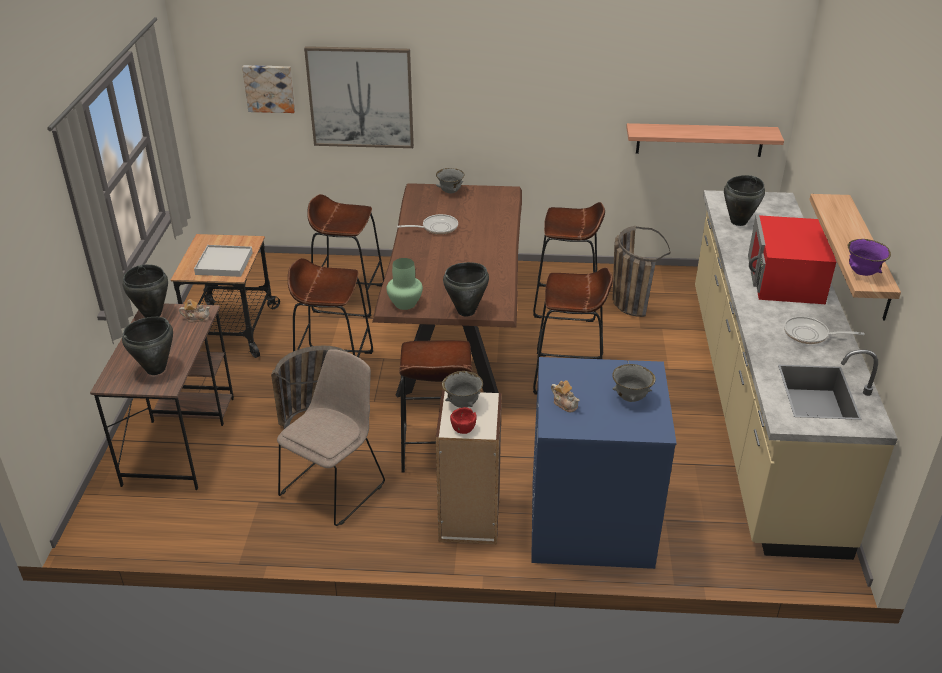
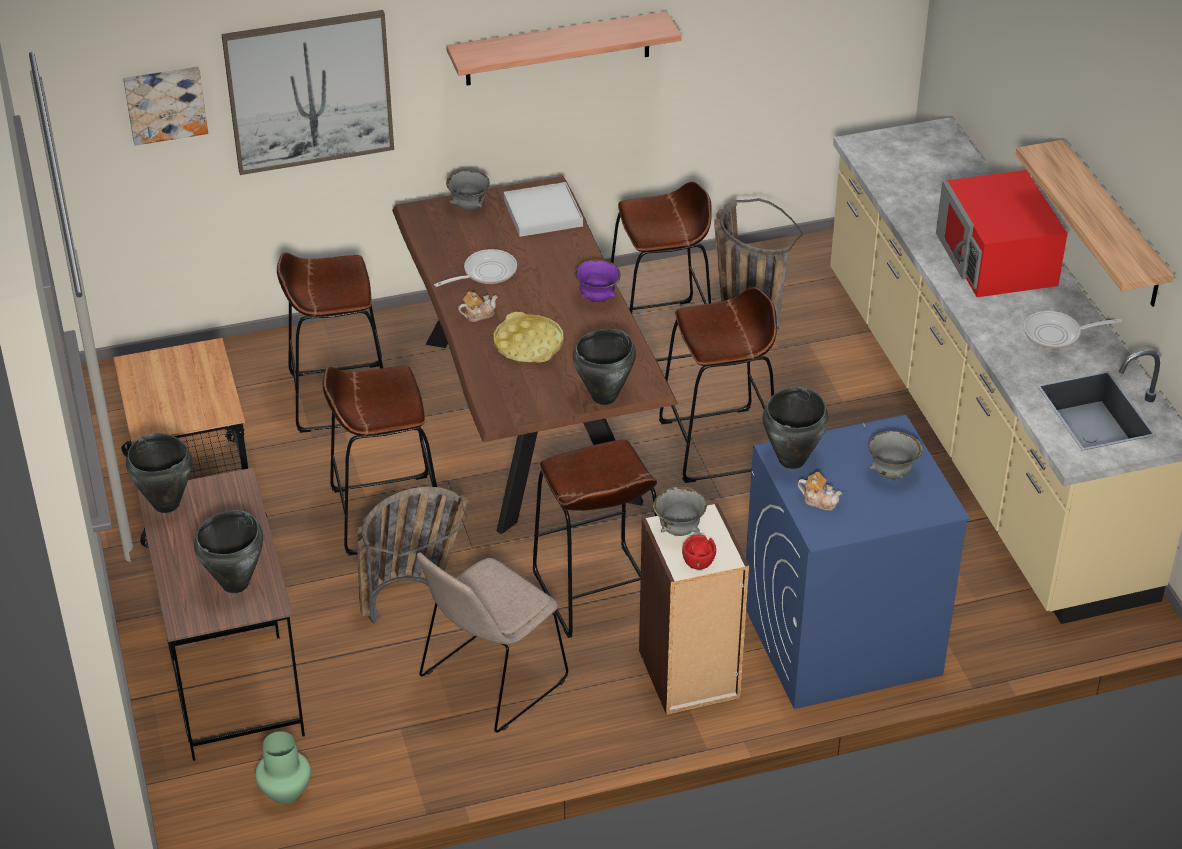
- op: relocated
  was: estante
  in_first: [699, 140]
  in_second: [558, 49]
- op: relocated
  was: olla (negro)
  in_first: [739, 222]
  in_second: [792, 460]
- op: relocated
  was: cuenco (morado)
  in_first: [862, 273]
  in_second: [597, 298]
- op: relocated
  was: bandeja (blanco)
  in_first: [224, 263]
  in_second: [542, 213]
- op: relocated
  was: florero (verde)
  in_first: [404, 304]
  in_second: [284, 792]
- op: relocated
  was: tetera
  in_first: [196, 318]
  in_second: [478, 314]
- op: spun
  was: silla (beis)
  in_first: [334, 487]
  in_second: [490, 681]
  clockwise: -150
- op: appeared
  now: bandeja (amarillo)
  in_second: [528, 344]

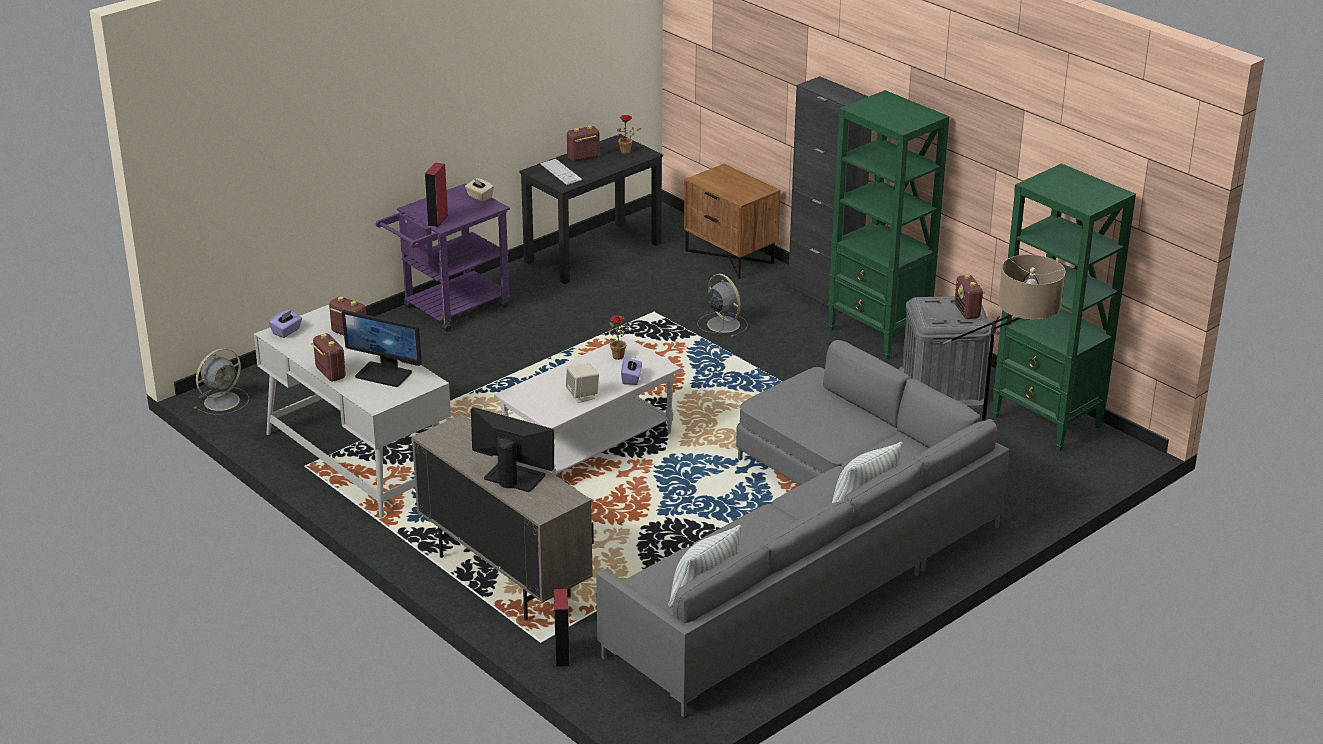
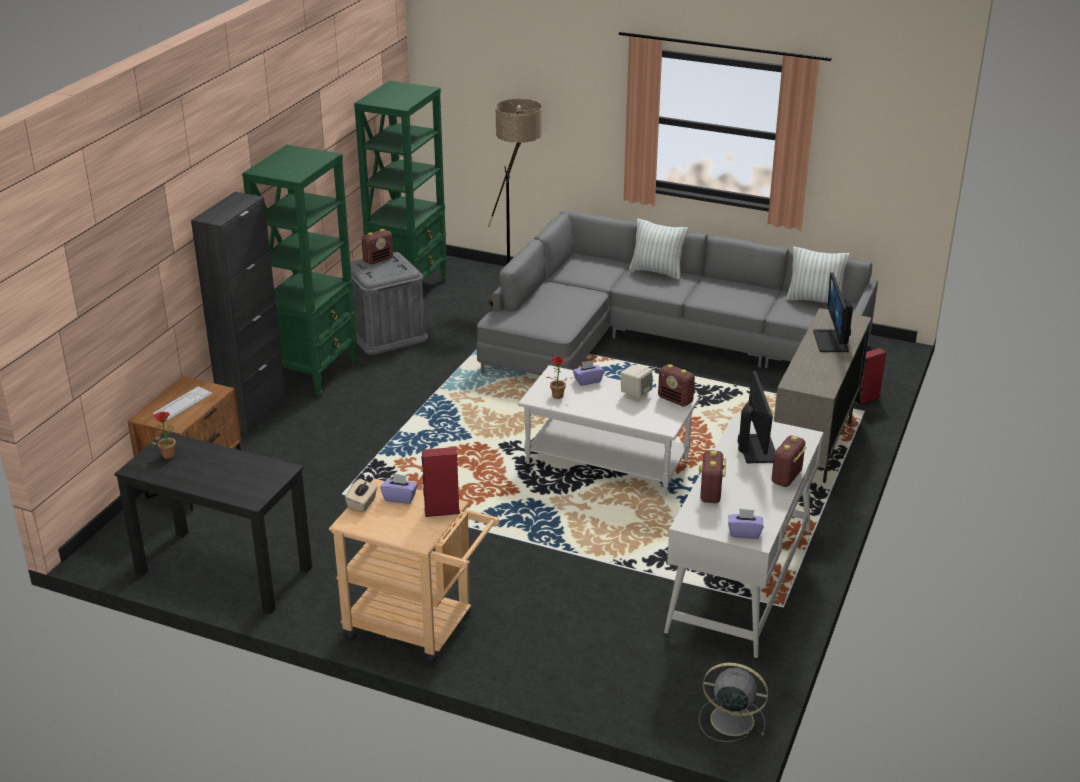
- op: relocated
  was: radio
  in_first: [583, 158]
  in_second: [675, 400]
- op: relocated
  was: teclado
  in_first: [561, 172]
  in_second: [183, 404]
- op: colour
  was: carrito (morado)
  now: carrito (beis)
  in_first: [449, 310]
  in_second: [419, 628]
- op: missing
  was: ventilador (gris)
  in_first: [722, 324]
- op: appeared
  now: caja de pañuelos (morado)
  in_second: [400, 497]

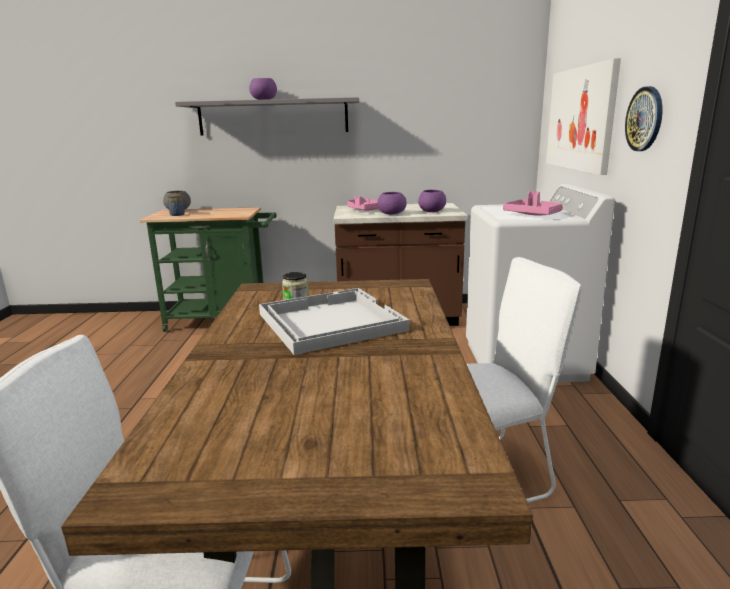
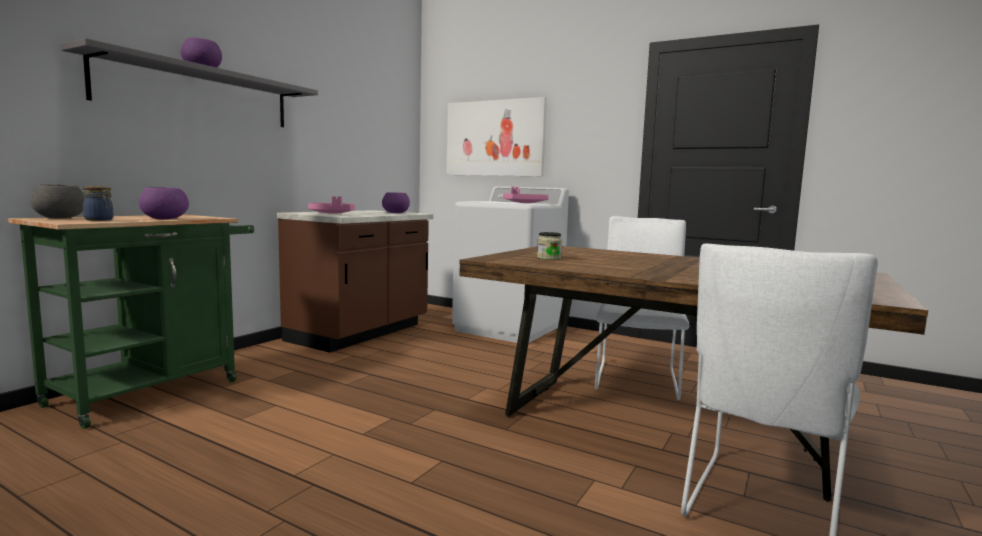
- op: missing
  was: reloj de pared
  in_first: [645, 119]
- op: relocated
  was: cuenco (morado)
  in_first: [391, 214]
  in_second: [164, 219]
- op: missing
  was: bandeja (blanco)
  in_first: [329, 322]

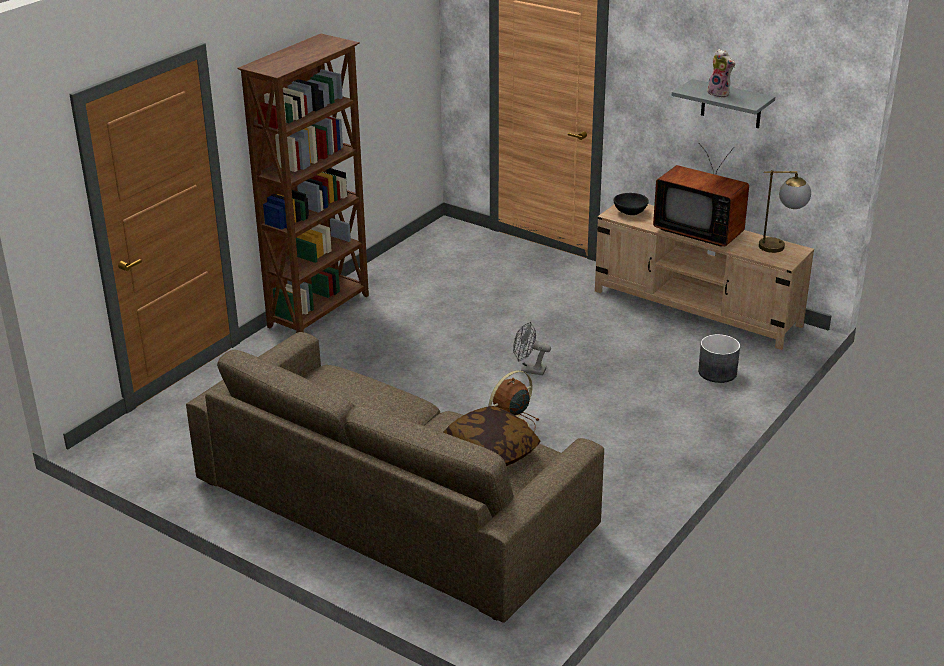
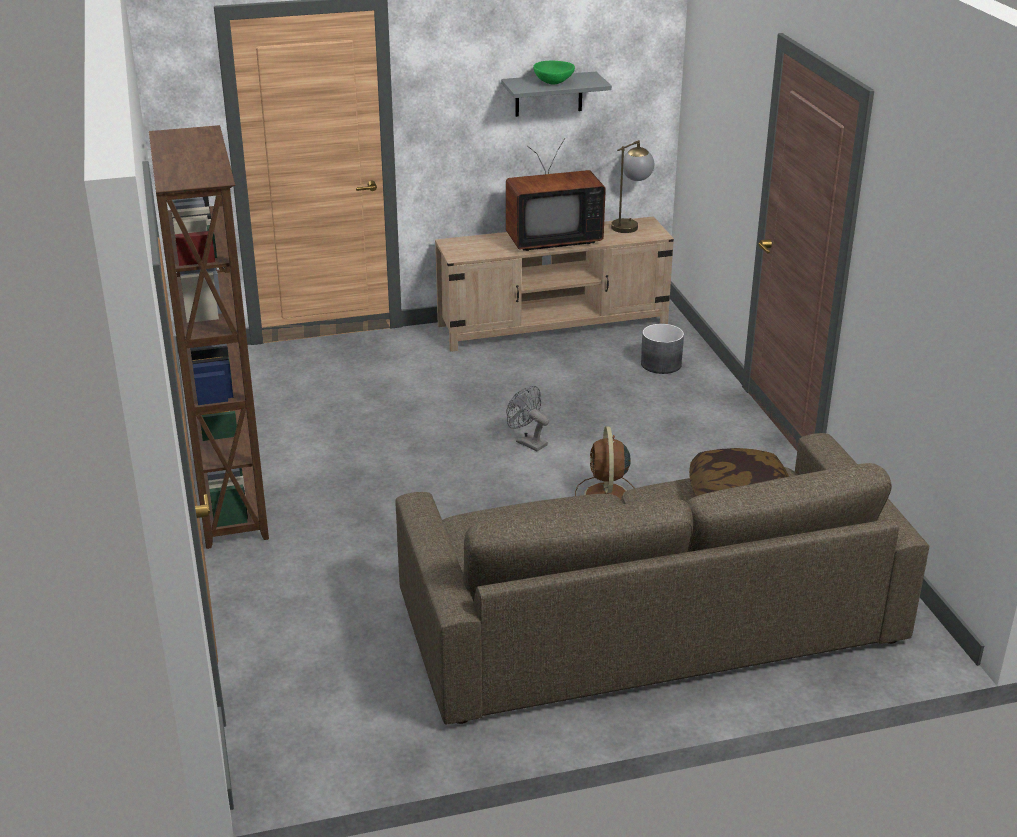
- op: exchanged
  was: peluche
  now: cuenco (verde)
  in_first: [720, 93]
  in_second: [553, 82]
- op: missing
  was: cuenco (negro)
  in_first: [630, 212]
- op: spun
  was: ventilador (gris)
  in_first: [528, 370]
  in_second: [527, 442]
  clockwise: 75

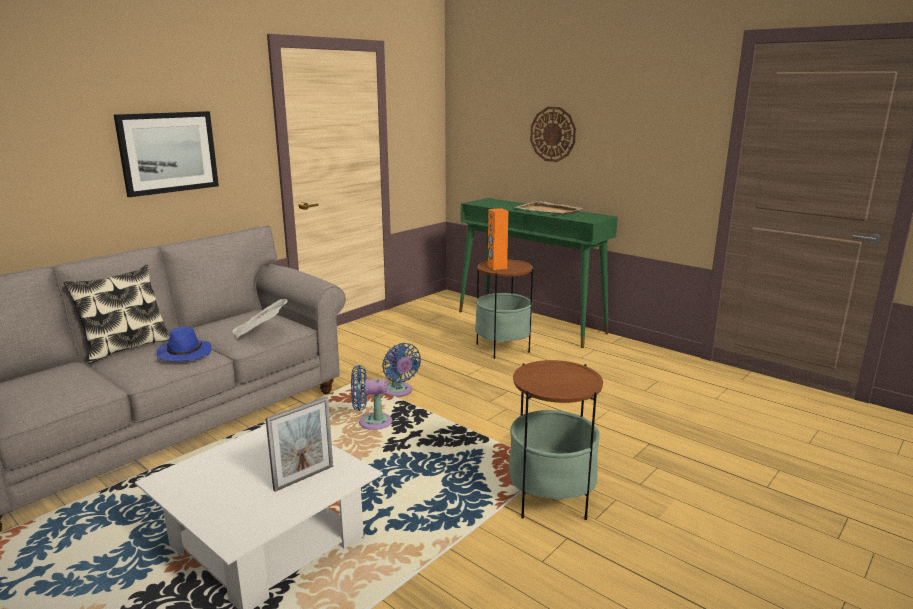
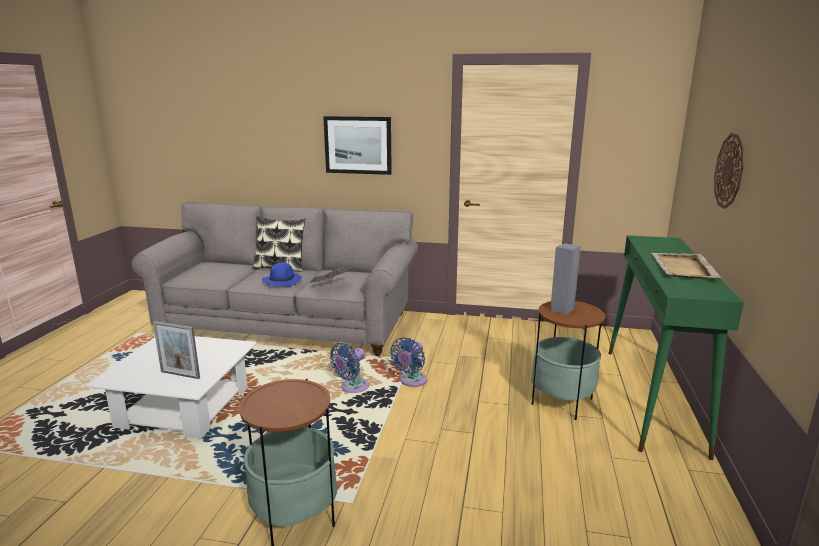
- op: colour
  was: altavoz (naranja)
  now: altavoz (gris)
  in_first: [496, 267]
  in_second: [561, 309]
- op: spun
  was: ventilador (azul)
  in_first: [371, 422]
  in_second: [352, 388]
  clockwise: -105

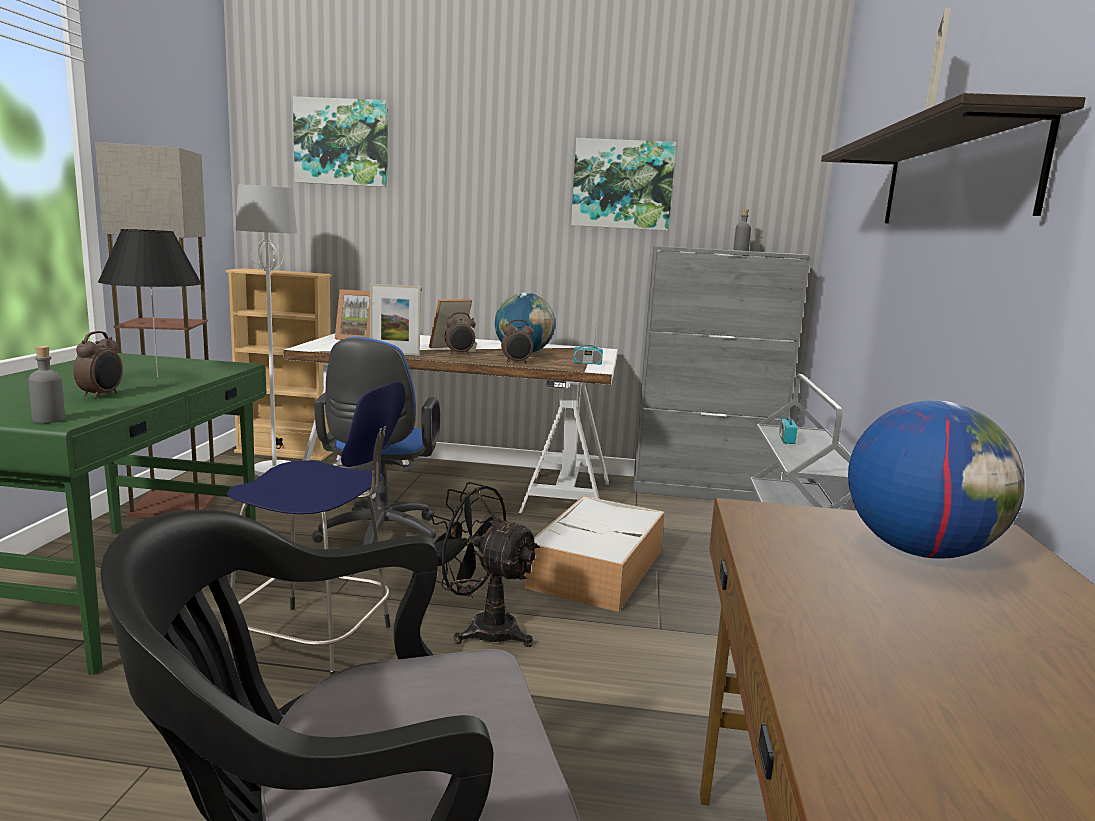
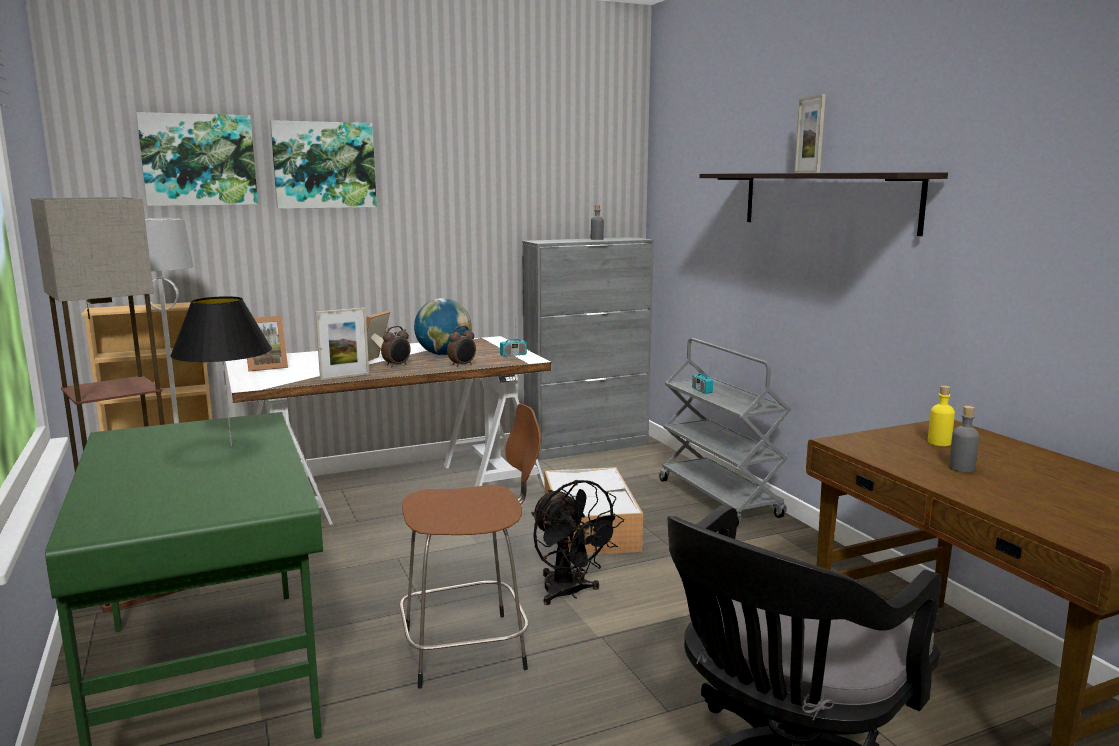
- op: relocated
  was: cuadro
  in_first: [622, 184]
  in_second: [324, 165]
- op: missing
  was: despertador
  in_first: [102, 395]
- op: missing
  was: silla de oficina (azul)
  in_first: [379, 539]
- op: relocated
  was: botella (gris)
  in_first: [49, 419]
  in_second: [961, 468]
- op: colour
  was: taburete (azul)
  now: taburete (marrón)
  in_first: [316, 646]
  in_second: [469, 648]
- op: exchanged
  was: globo terráqueo
  now: botella (amarillo)
  in_first: [919, 551]
  in_second: [939, 442]
- op: spun
  was: ventilador (negro)
  in_first: [481, 628]
  in_second: [569, 593]
  clockwise: -120

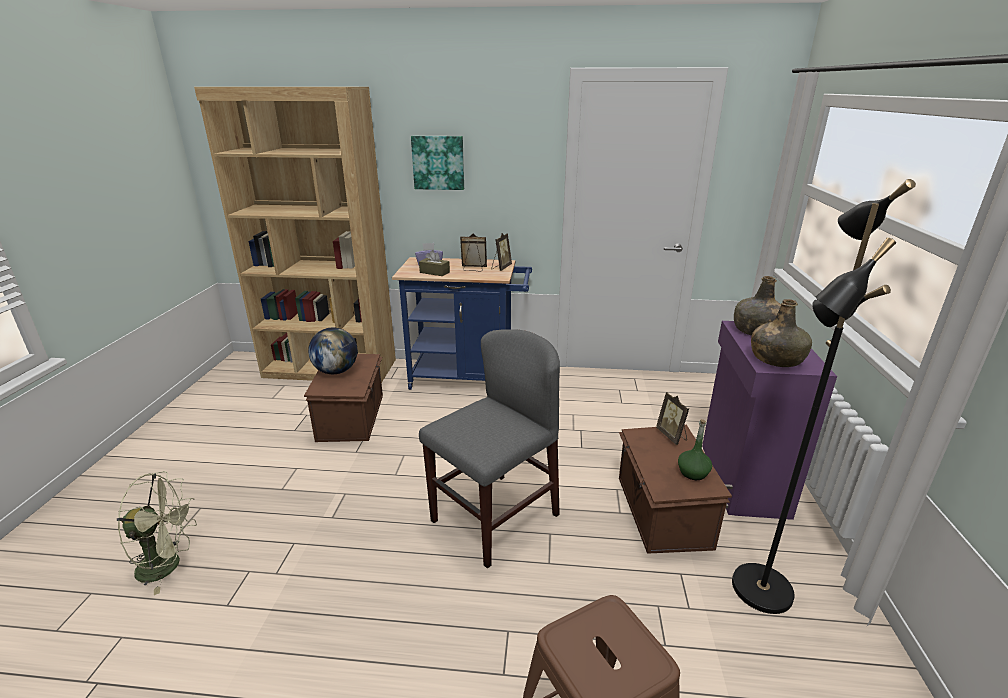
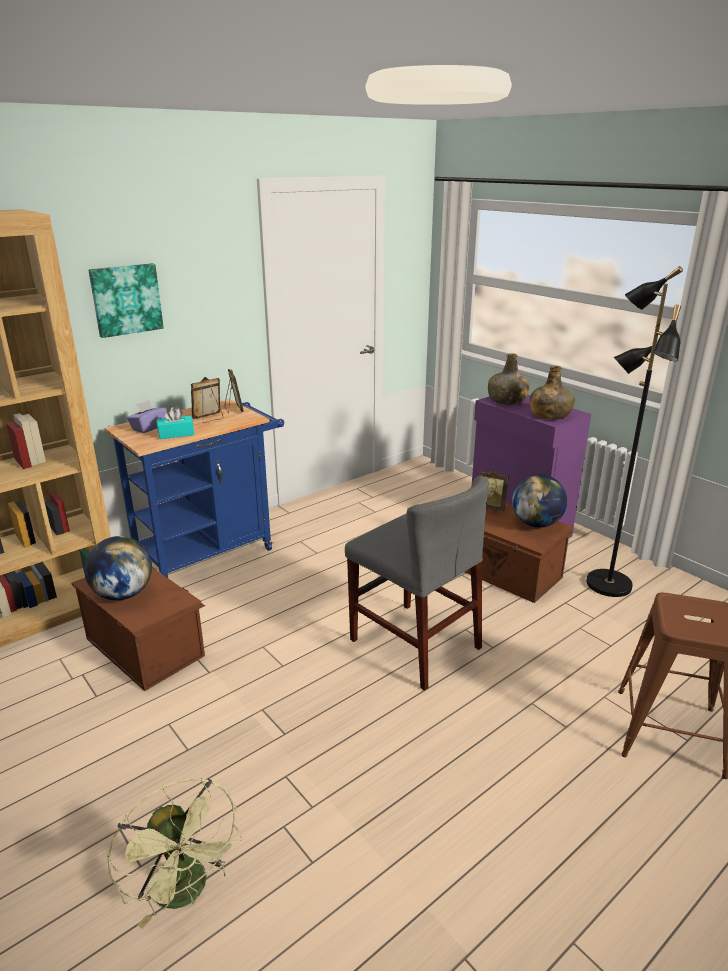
- op: colour
  was: caja de pañuelos (marrón)
  now: caja de pañuelos (turquesa)
  in_first: [434, 272]
  in_second: [176, 434]
- op: spun
  was: silla (gris)
  in_first: [495, 517]
  in_second: [414, 643]
  clockwise: 135
- op: exchanged
  was: botella (verde)
  now: globo terráqueo
  in_first: [693, 472]
  in_second: [536, 524]
- op: spun
  was: ventilador (verde)
  in_first: [168, 565]
  in_second: [186, 892]
  clockwise: 105

